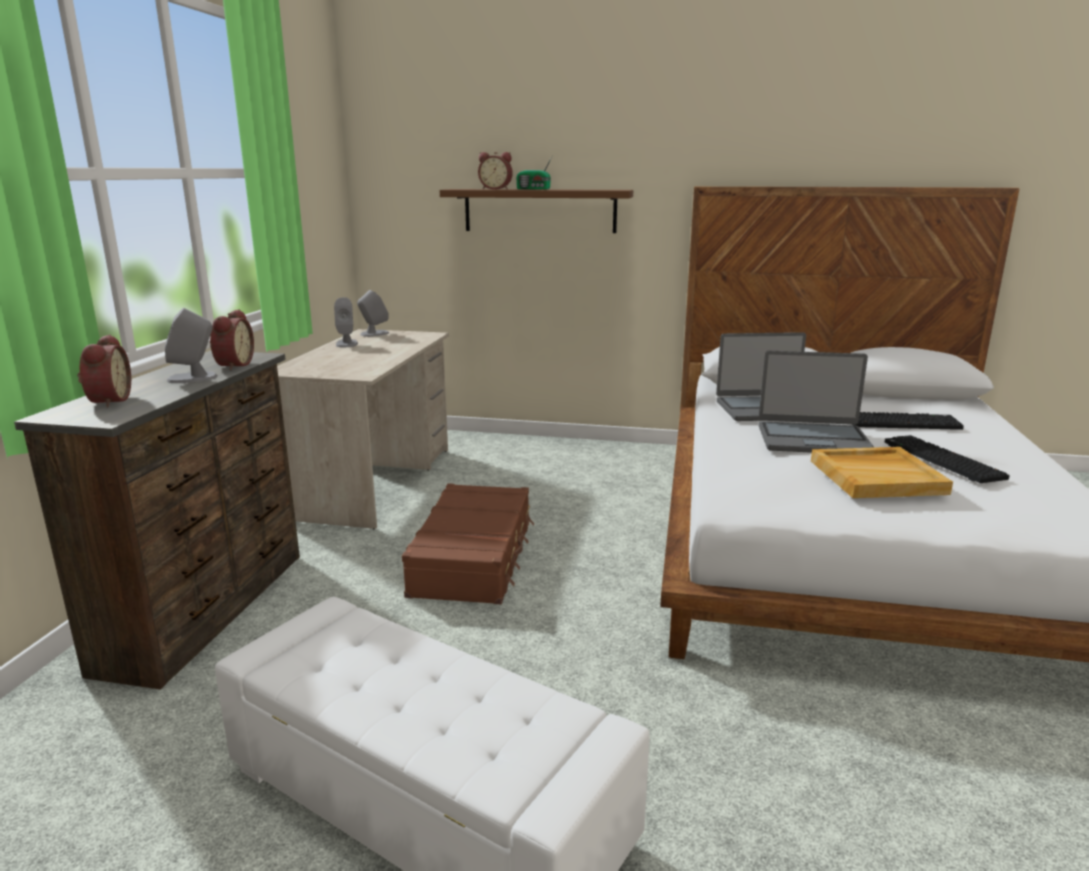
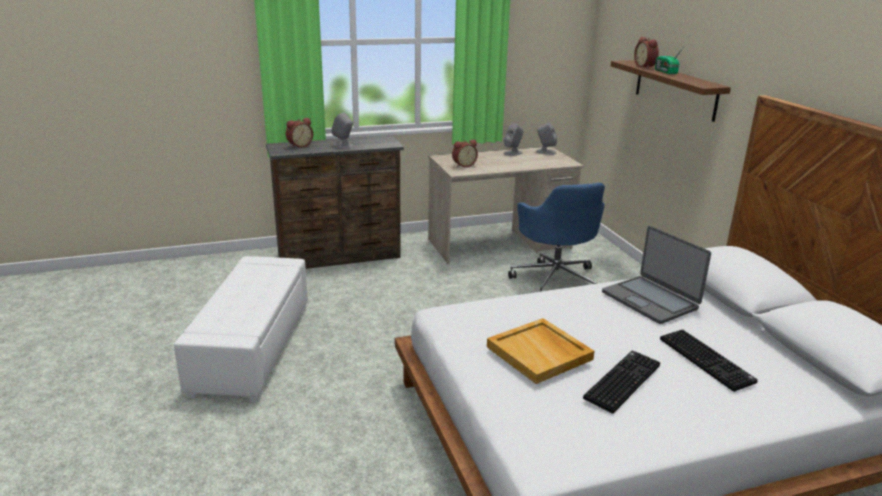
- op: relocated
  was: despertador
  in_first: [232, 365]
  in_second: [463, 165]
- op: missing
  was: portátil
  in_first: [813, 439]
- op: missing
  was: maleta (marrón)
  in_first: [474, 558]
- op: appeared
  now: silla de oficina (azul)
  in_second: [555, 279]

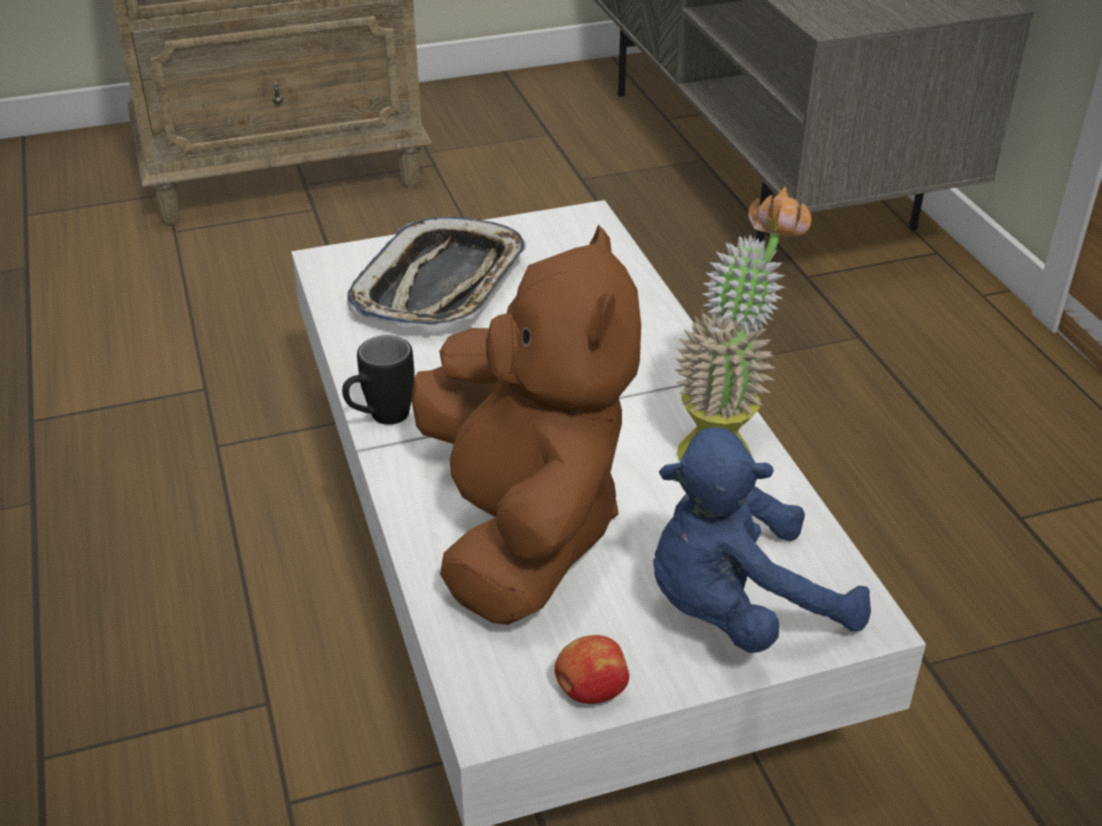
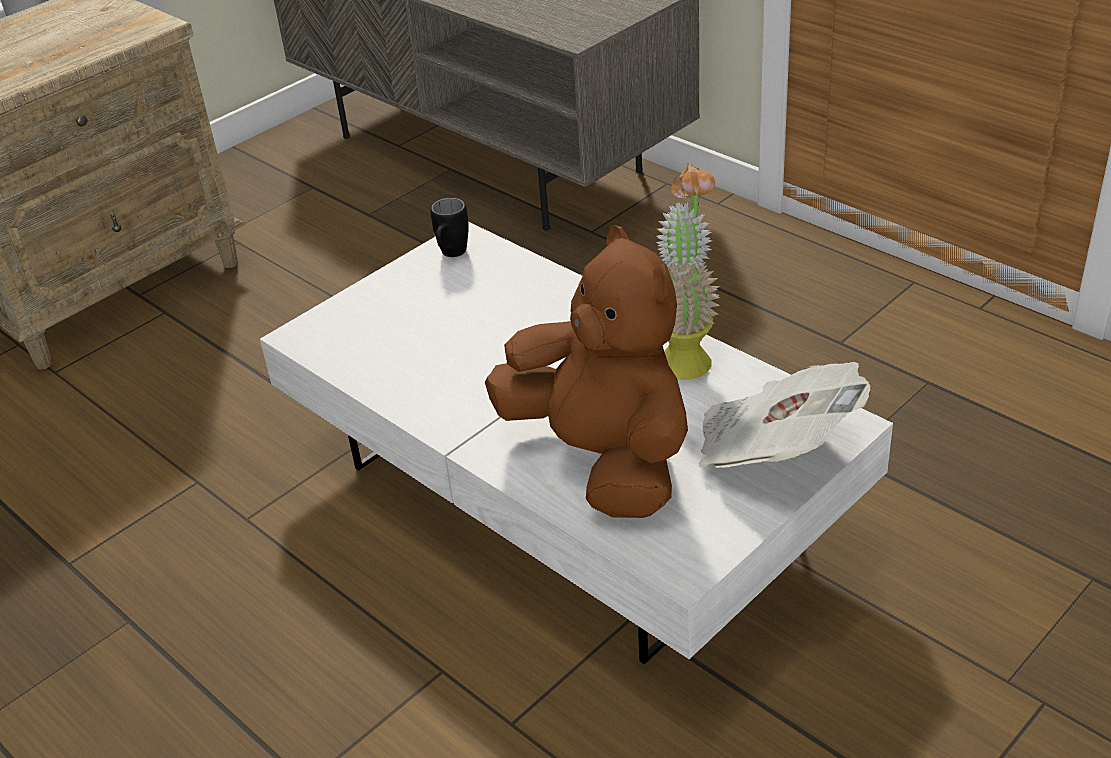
- op: missing
  was: bandeja
  in_first: [441, 286]
- op: relocated
  was: taza grande (negro)
  in_first: [380, 419]
  in_second: [451, 255]
- op: exchanged
  was: peluche (azul)
  now: periódico
  in_first: [738, 609]
  in_second: [774, 449]
- op: missing
  was: manzana
  in_first: [590, 691]

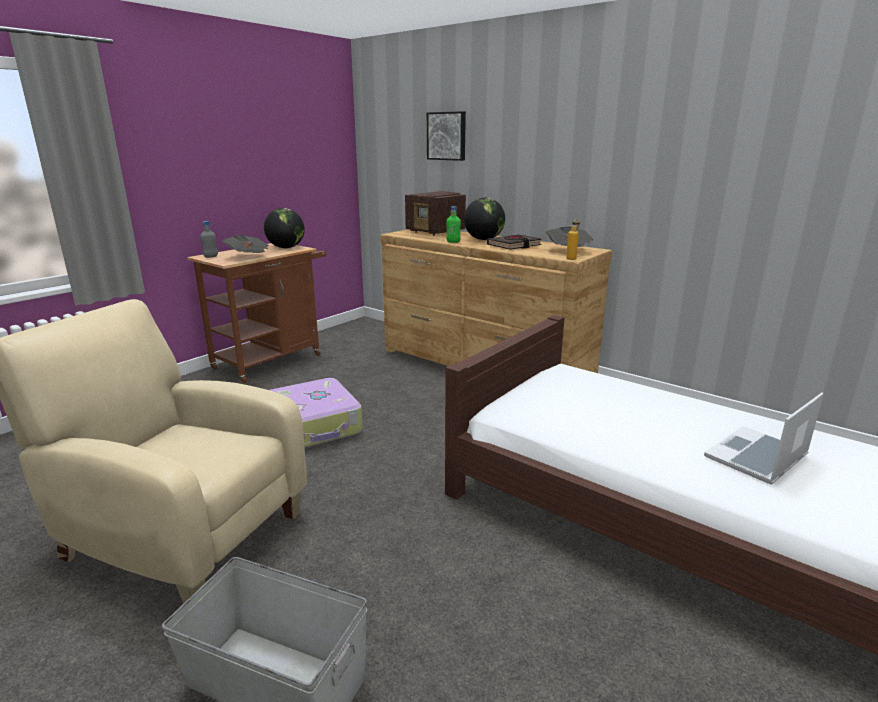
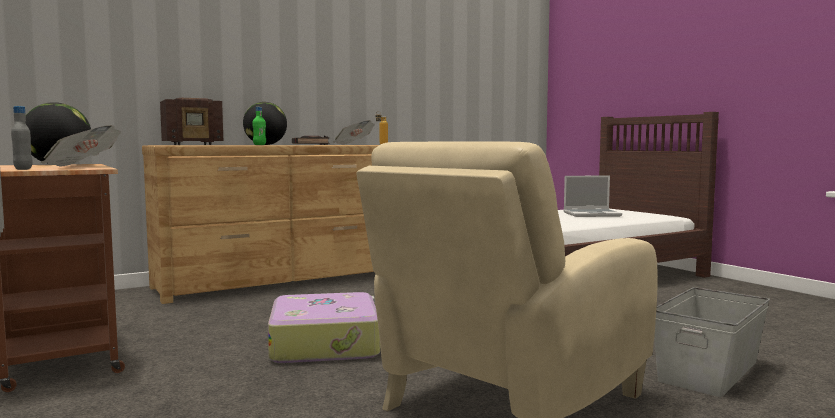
- op: missing
  was: cuadro
  in_first: [447, 136]
- op: spun
  was: portátil
  in_first: [757, 457]
  in_second: [592, 214]
  clockwise: -75

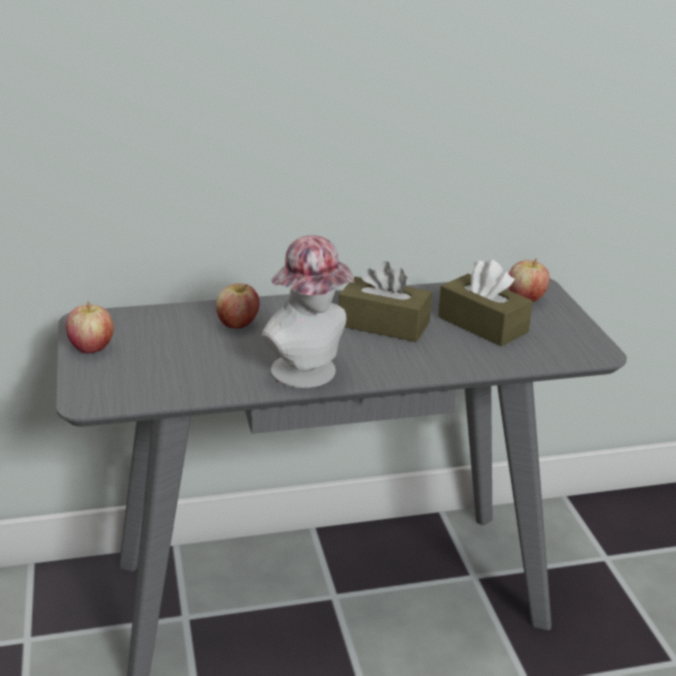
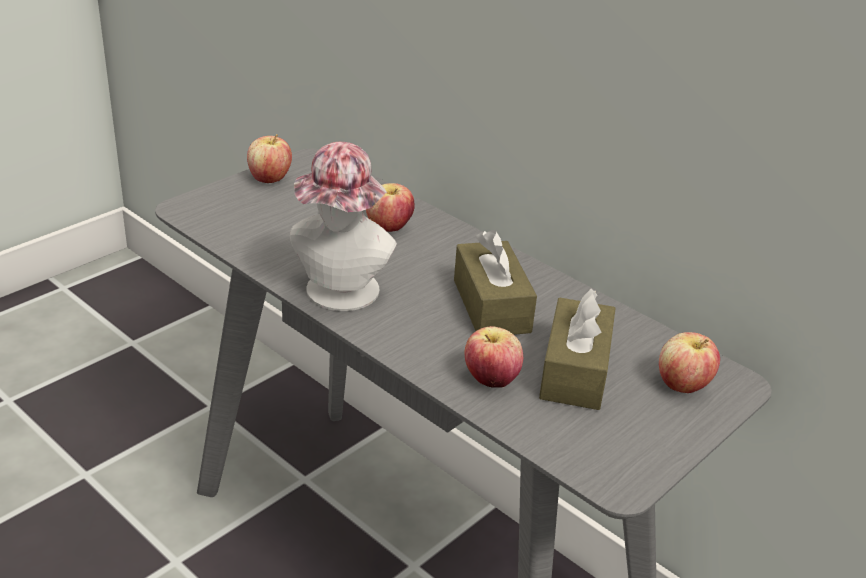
- op: appeared
  now: manzana
  in_second: [491, 380]

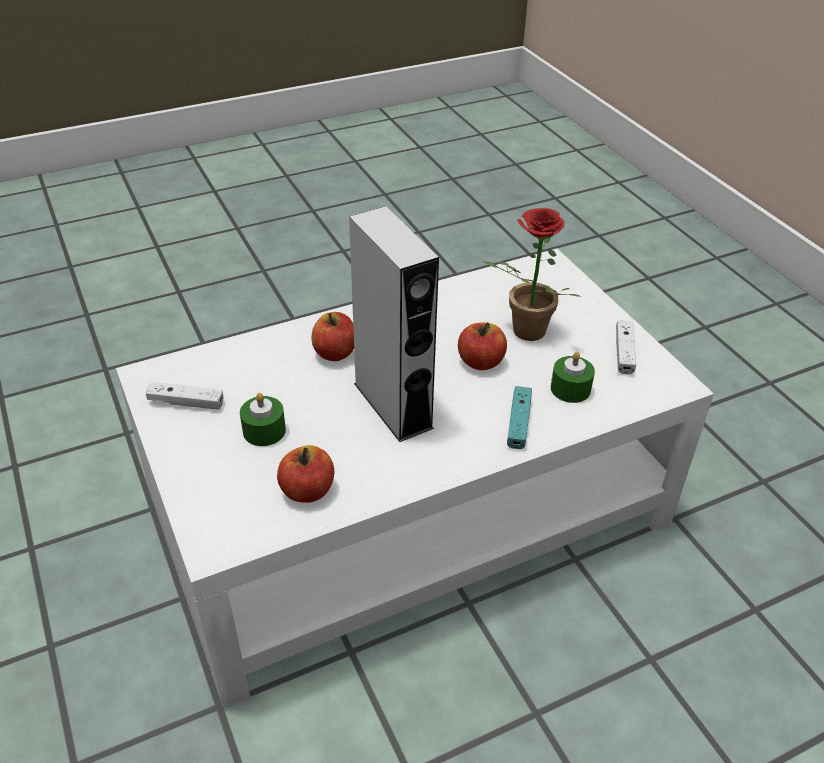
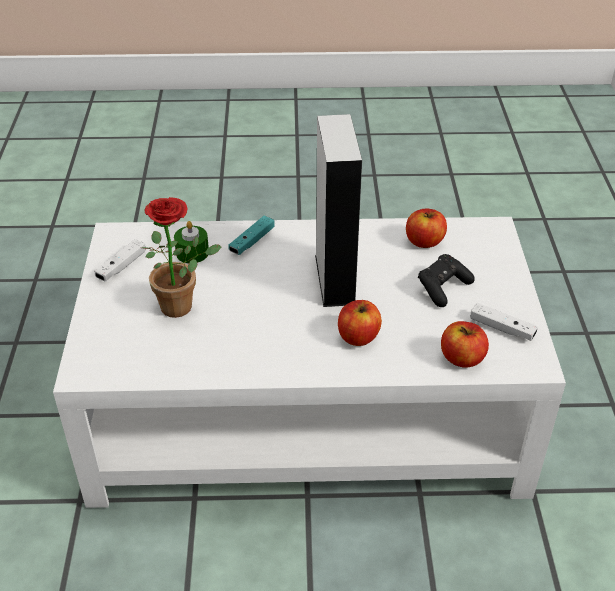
- op: relocated
  was: manzana
  in_first: [480, 362]
  in_second: [462, 358]
- op: exchanged
  was: vela (verde)
  now: mando de consola (negro)
  in_first: [264, 431]
  in_second: [442, 288]

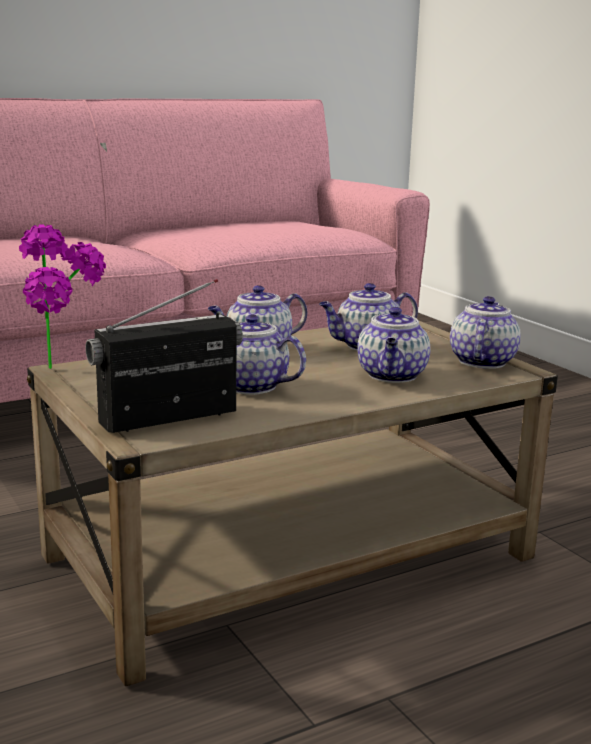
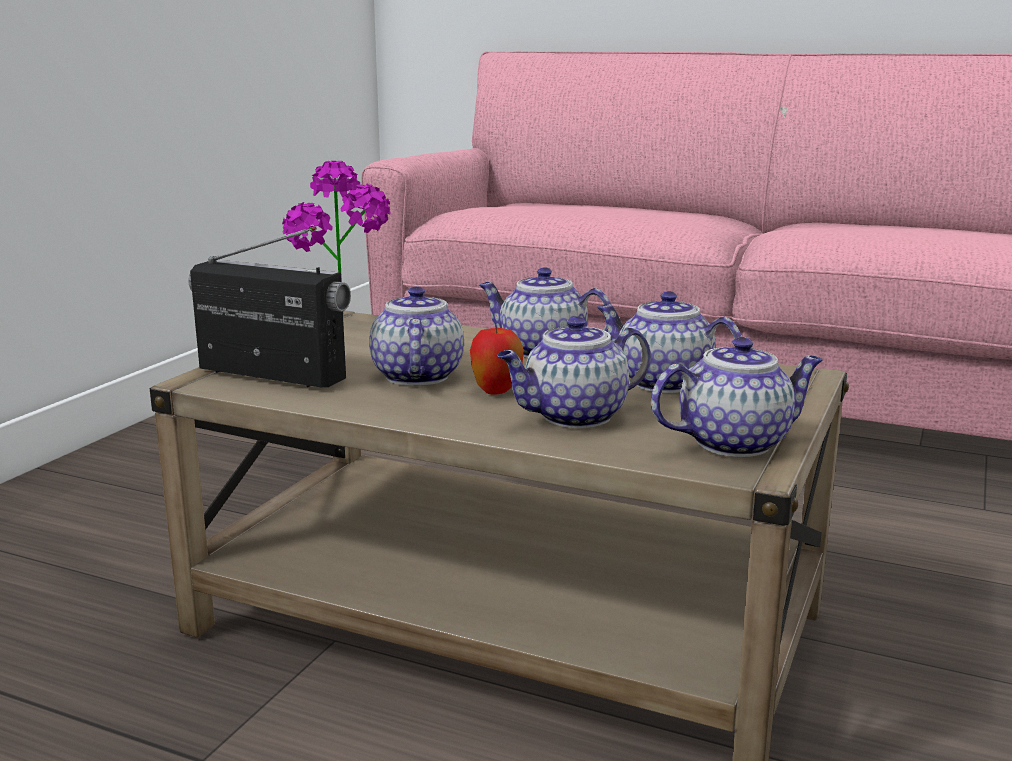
- op: appeared
  now: manzana
  in_second: [496, 392]

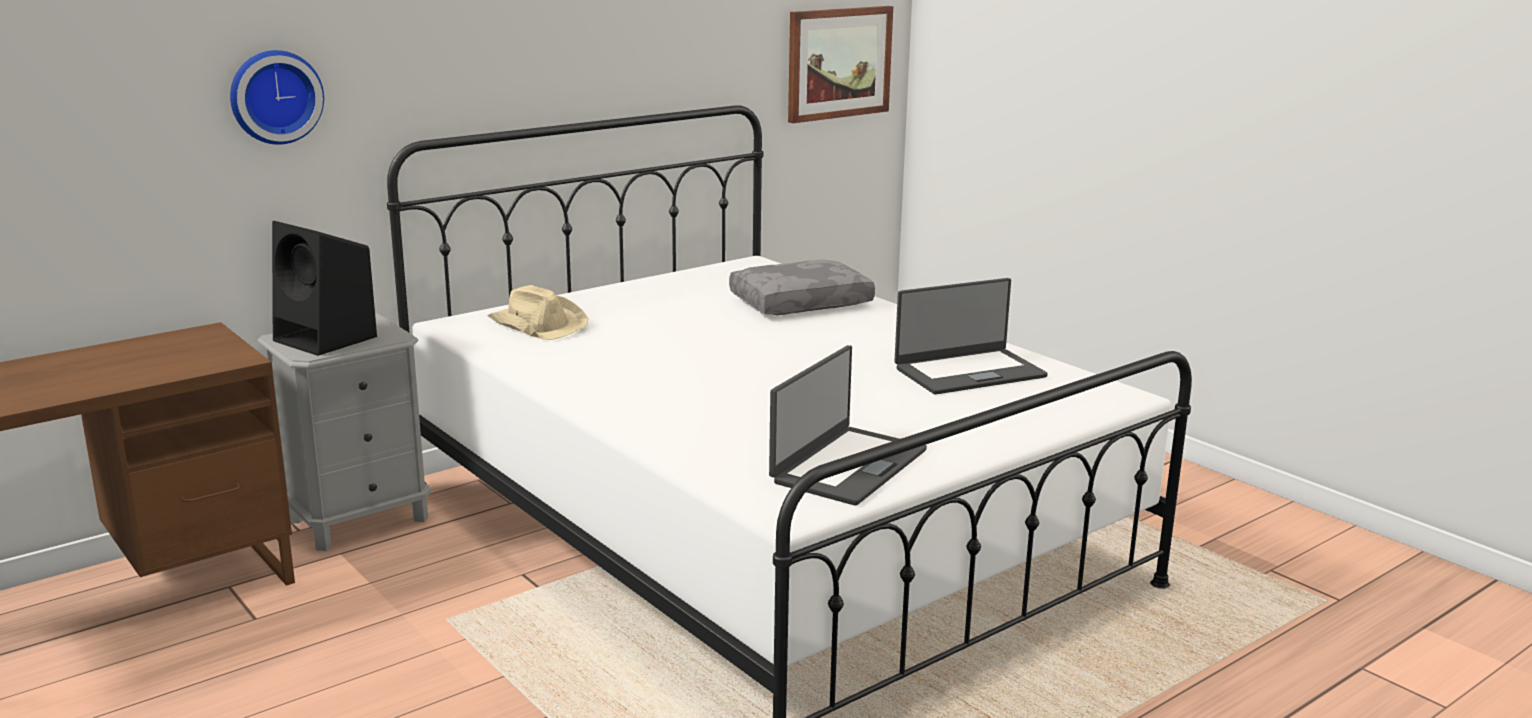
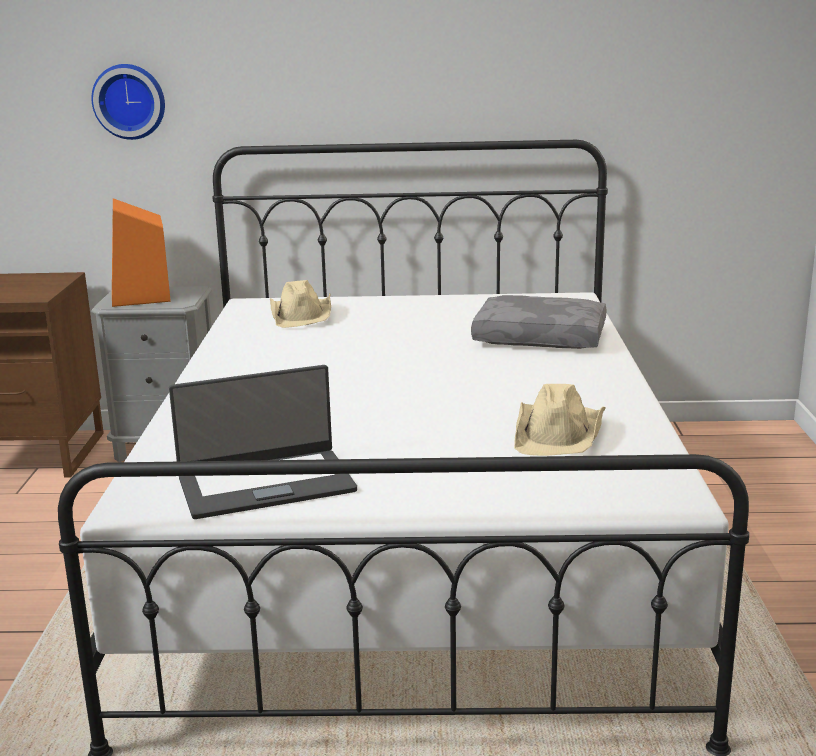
- op: missing
  was: cuadro
  in_first: [838, 63]
- op: colour
  was: altavoz (negro)
  now: altavoz (naranja)
  in_first: [327, 339]
  in_second: [141, 297]
- op: exchanged
  was: portátil
  now: sombrero (beis)
  in_first: [968, 372]
  in_second: [559, 433]

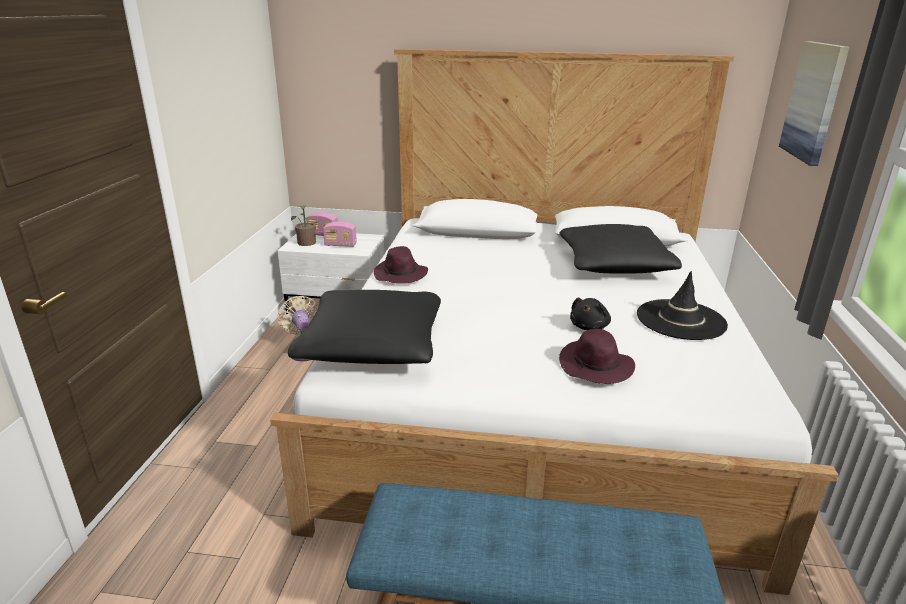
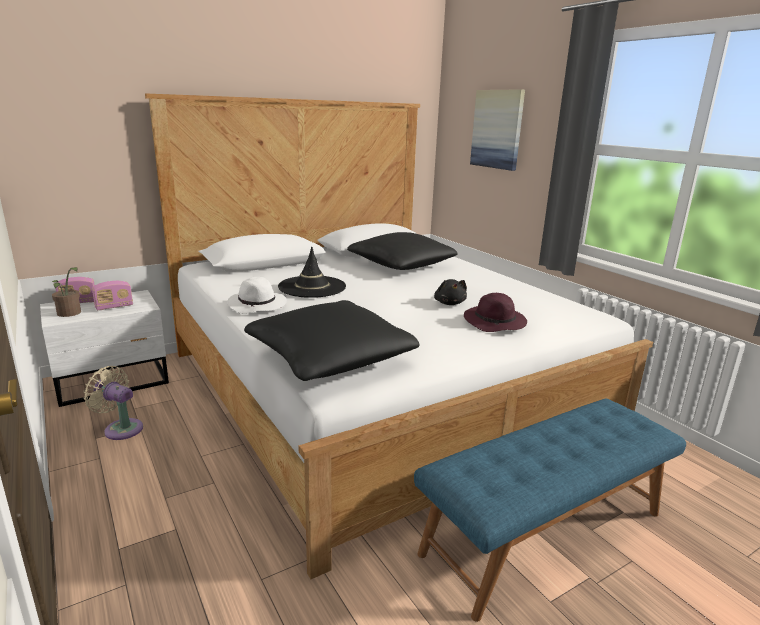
- op: colour
  was: sombrero (morado)
  now: sombrero (blanco)
  in_first: [401, 275]
  in_second: [258, 305]
- op: relocated
  was: sombrero (negro)
  in_first: [680, 320]
  in_second: [312, 287]

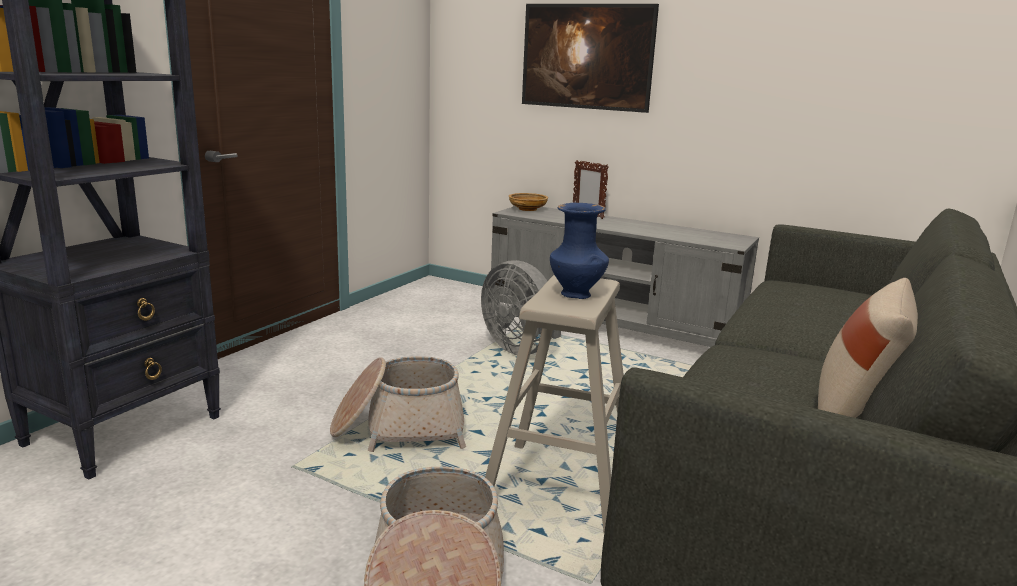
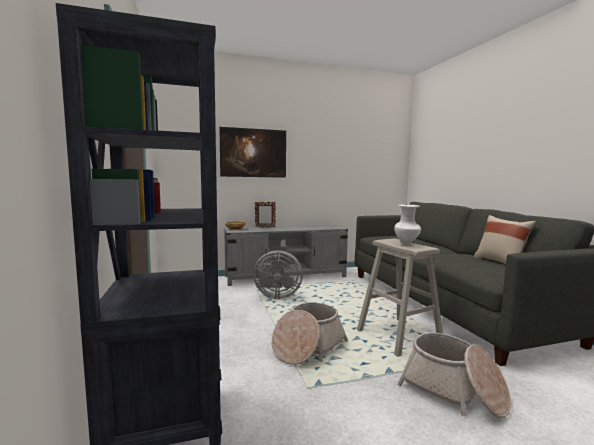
- op: colour
  was: florero (azul)
  now: florero (blanco)
  in_first: [577, 295]
  in_second: [406, 244]

